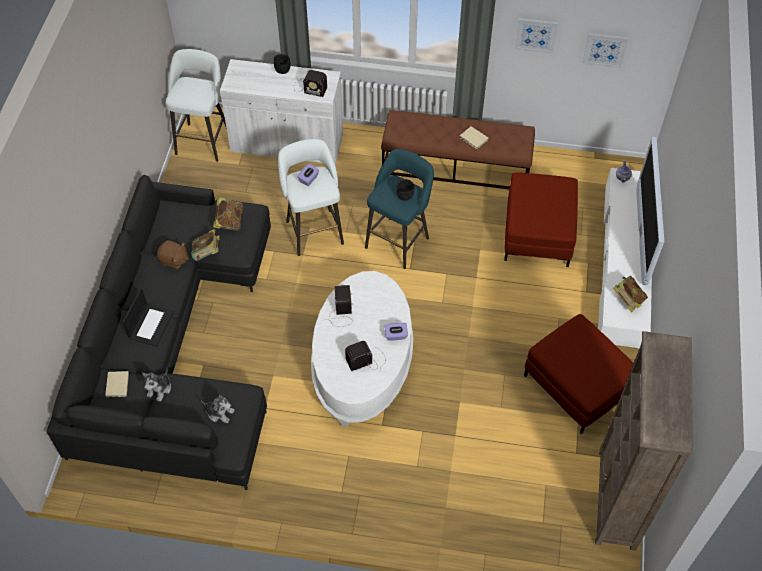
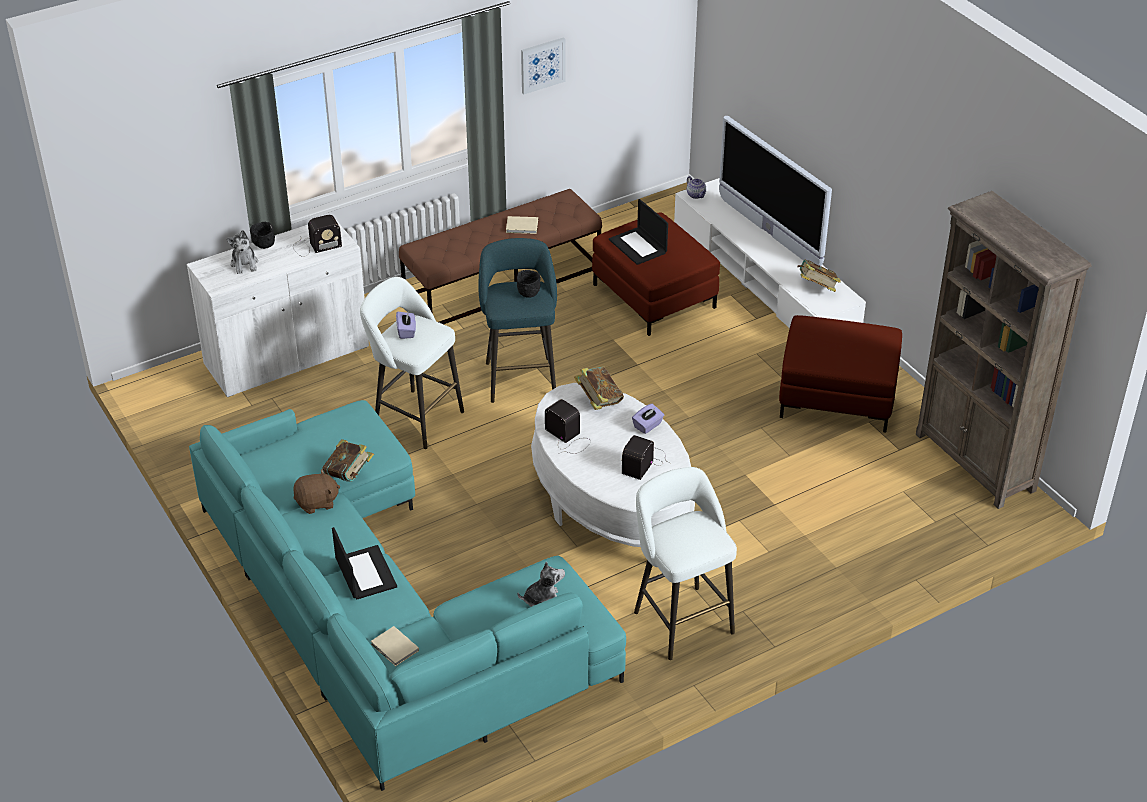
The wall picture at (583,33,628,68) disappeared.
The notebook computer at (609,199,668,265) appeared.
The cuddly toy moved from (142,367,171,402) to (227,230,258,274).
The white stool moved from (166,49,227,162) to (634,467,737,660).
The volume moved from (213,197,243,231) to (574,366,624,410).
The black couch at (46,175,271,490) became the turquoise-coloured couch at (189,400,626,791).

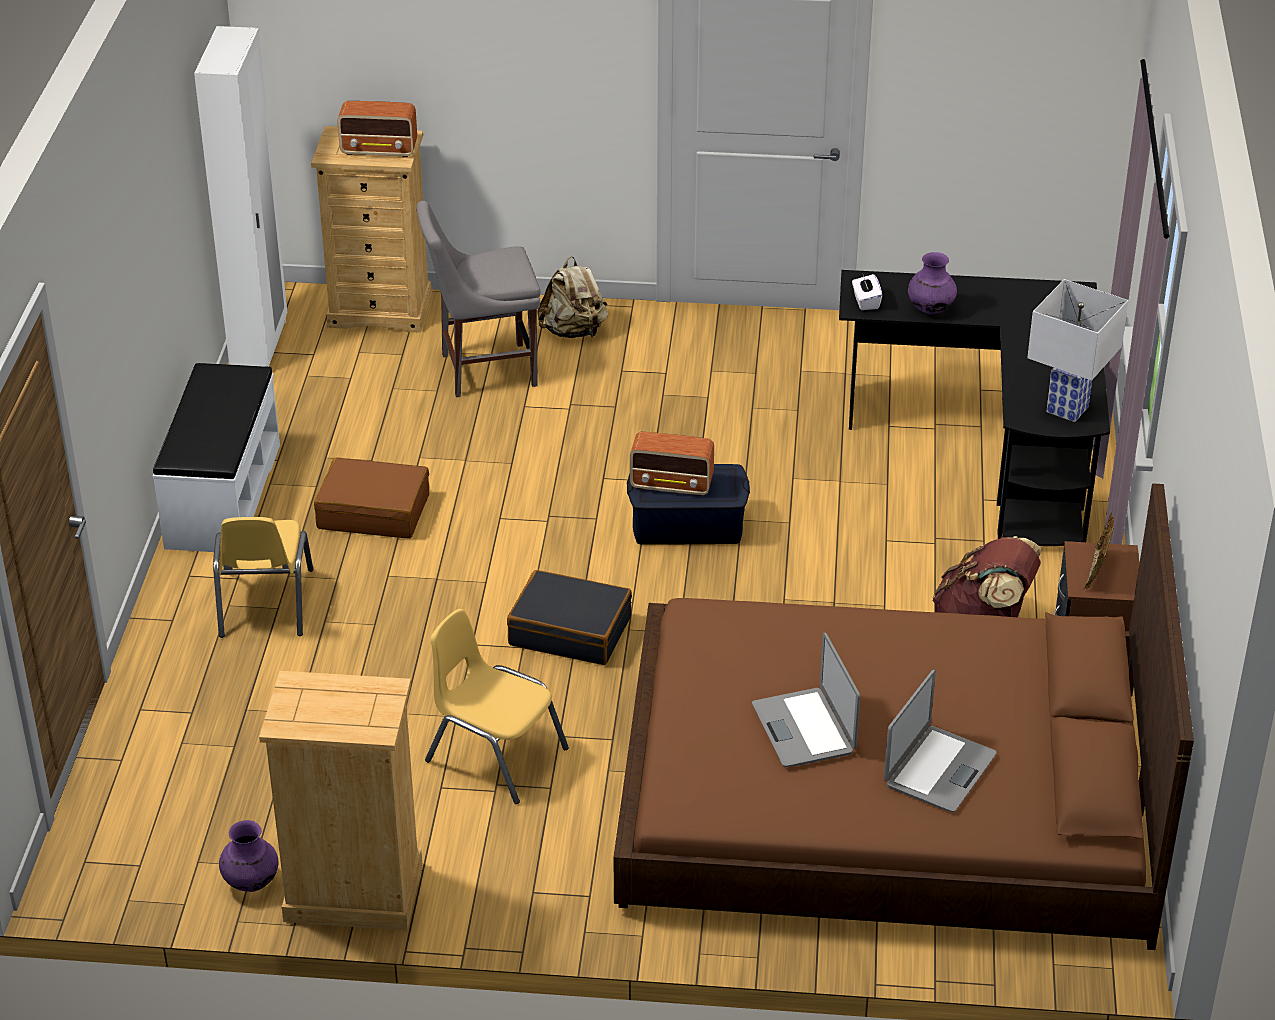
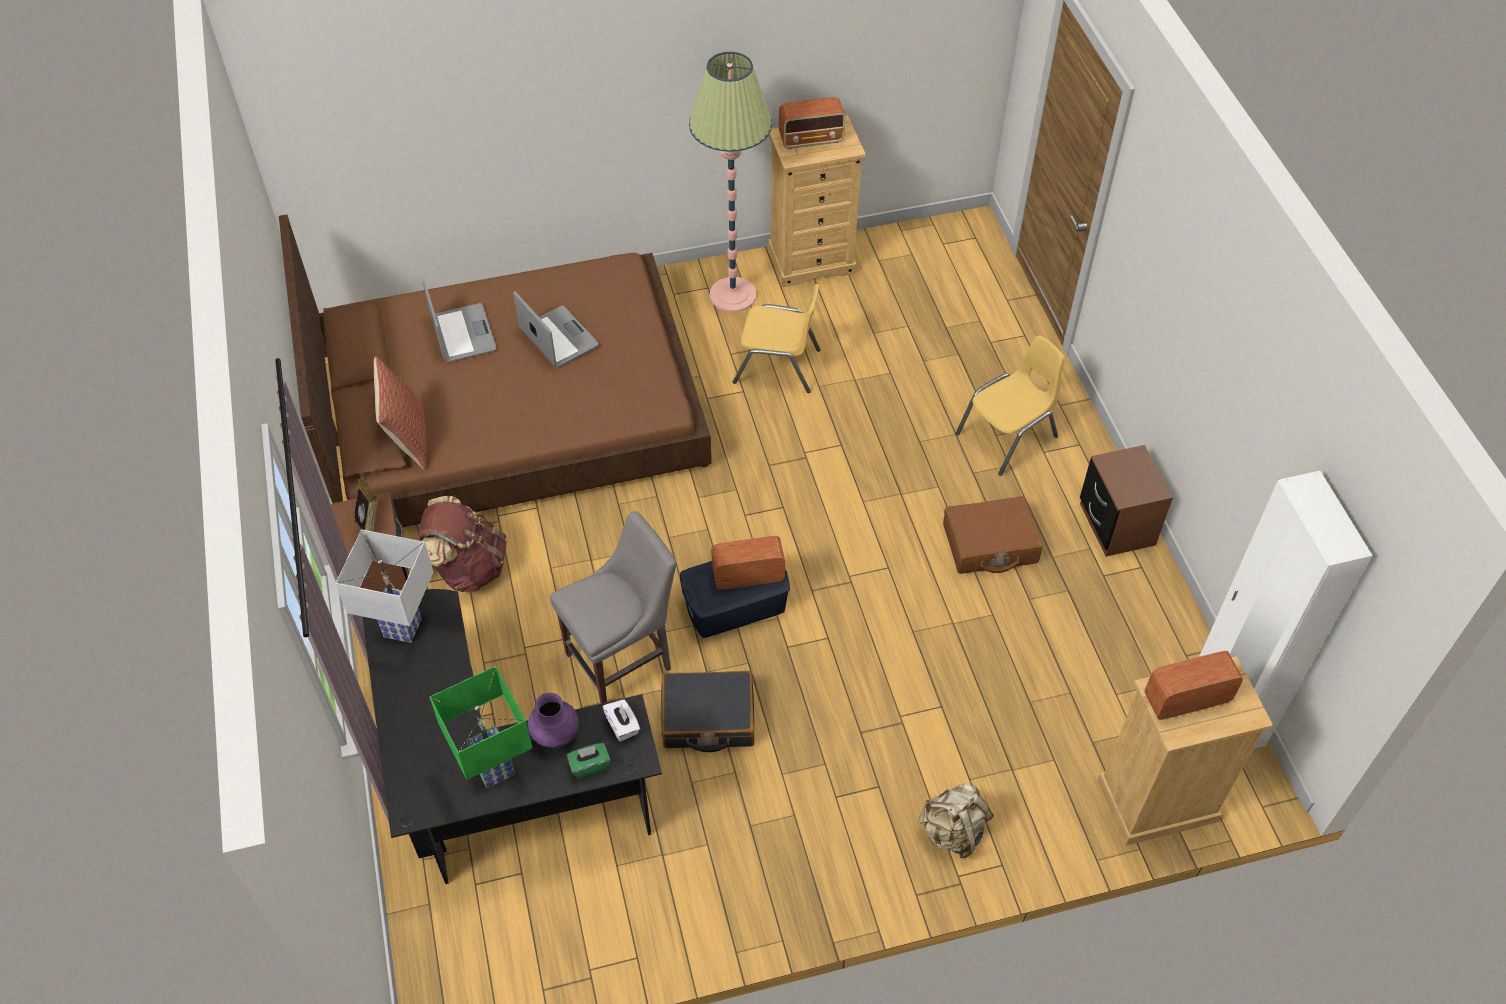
The purplish flower vase at (219,820,278,892) disappeared.
The cushion at (374,356,427,470) appeared.
The green tabletop lamp at (430,666,532,788) appeared.
The green tissue holder at (567,743,611,778) appeared.
The floor lamp at (689,52,772,312) appeared.
The radio at (779,97,845,149) appeared.
The gray plain chair moved from (417,201,540,397) to (550,511,676,704).
The black suitcase moved from (507,570,632,665) to (661,671,754,752).
The white long seat at (153,363,280,552) was replaced by the brown-coloured night table at (1080,445,1173,556).
The yellowish plain chair at (213,517,313,638) turned 75 degrees clockwise.
The notebook computer at (884,670,997,812) turned 150 degrees clockwise.

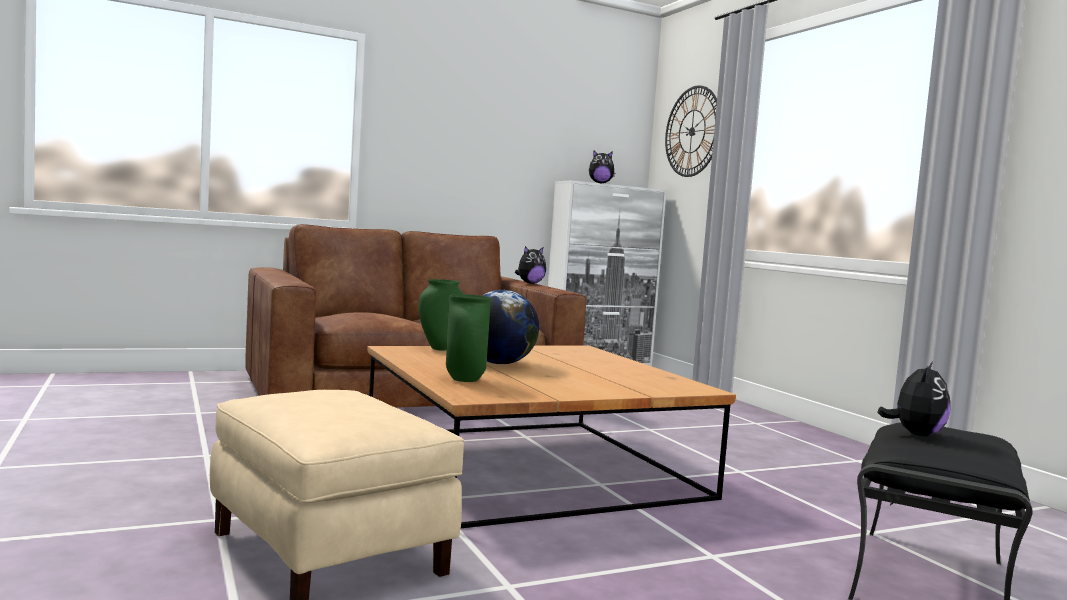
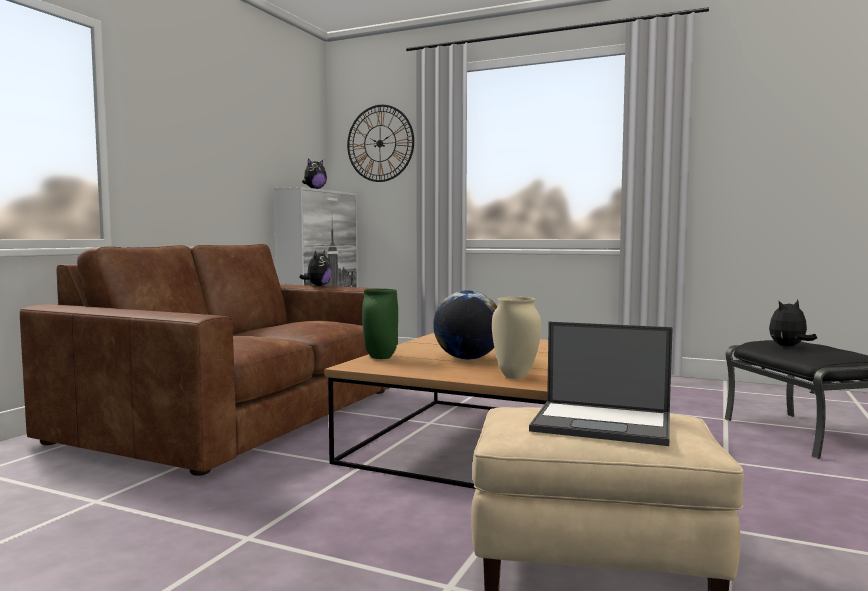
The notebook computer at (529,322,673,446) appeared.
The green flower vase at (446,294,491,382) became the beige flower vase at (492,297,541,379).
The cuddly toy at (877,361,950,436) turned 105 degrees counterclockwise.

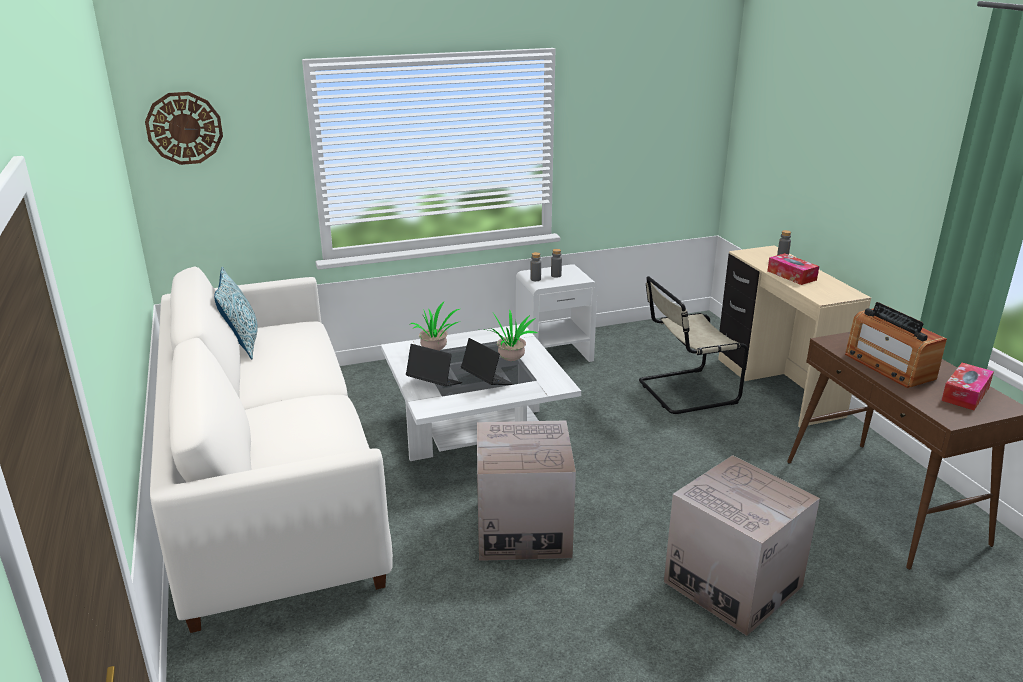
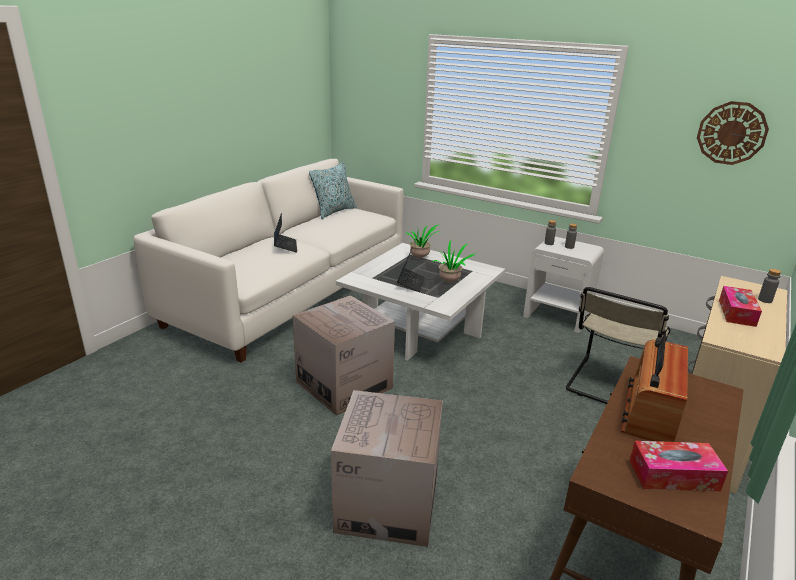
The hanging clock moved from (145,92,223,165) to (697,101,769,165).
The notebook computer moved from (406,344,462,387) to (274,213,297,253).
The beige plain chair at (639,276,748,414) turned 90 degrees counterclockwise.

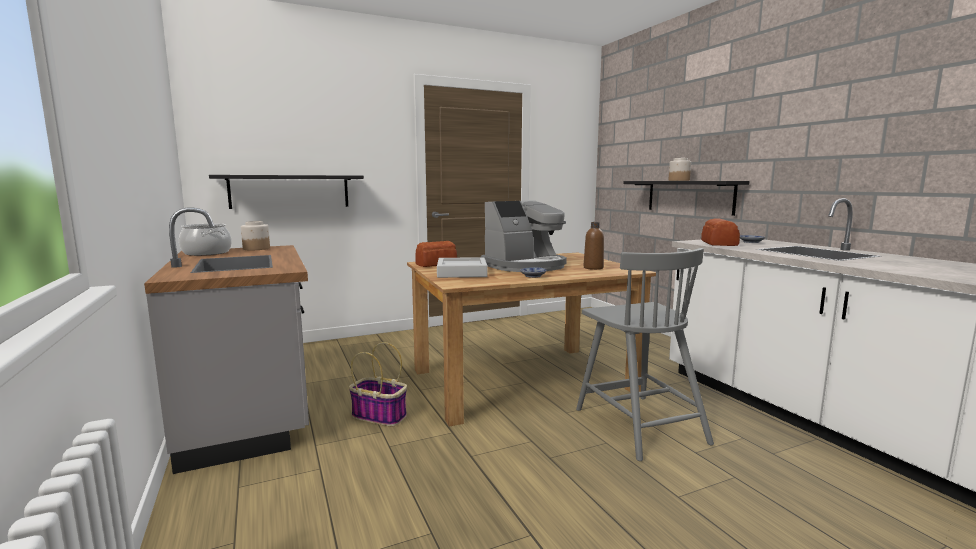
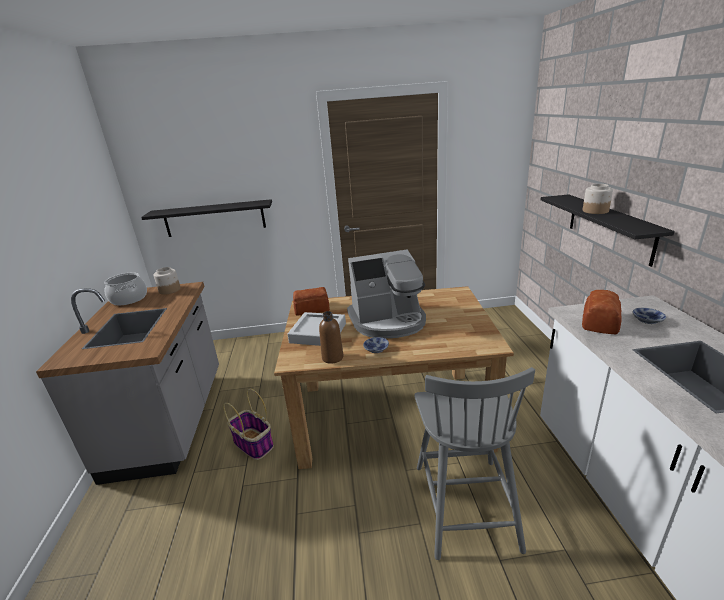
The brown-coloured bottle moved from (584,222,604,270) to (319,311,343,364).

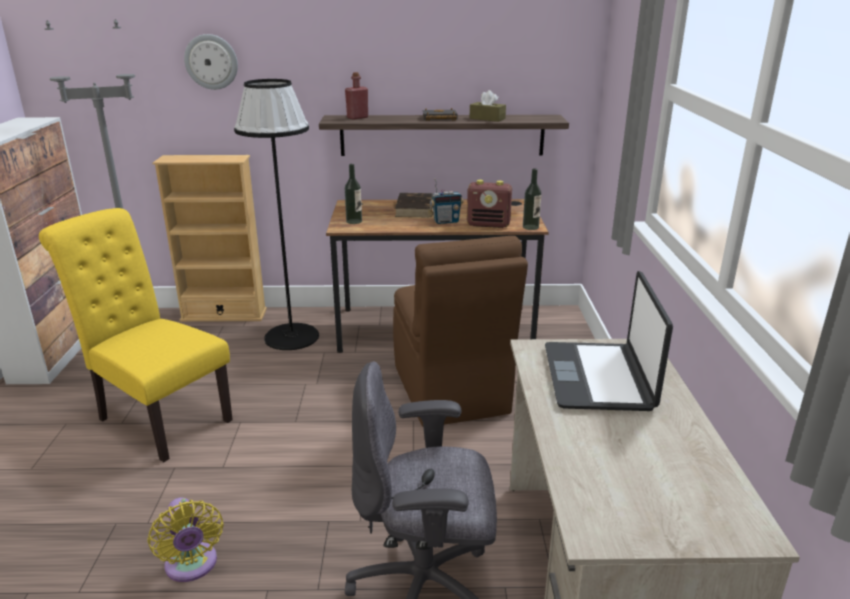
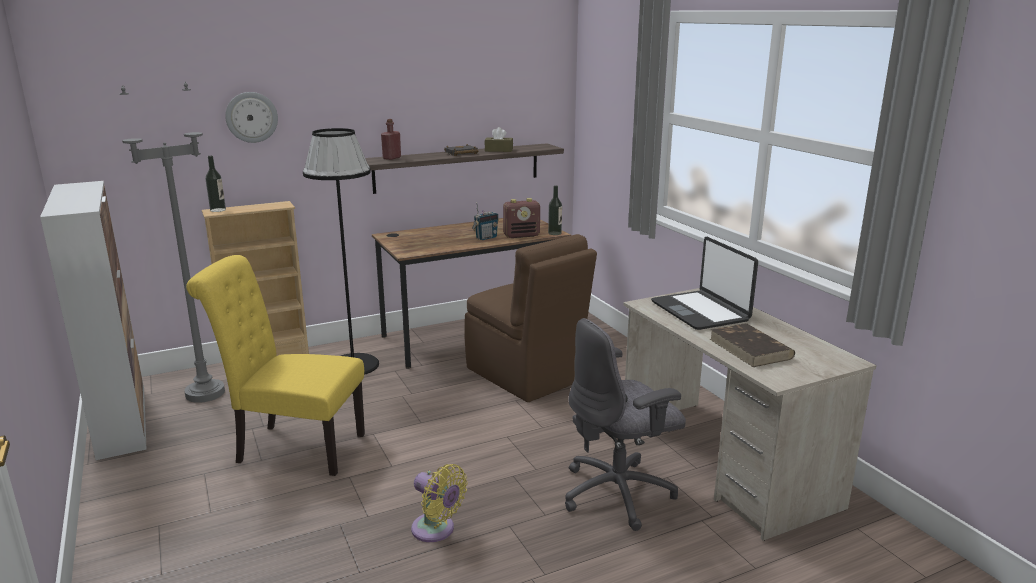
The bottle moved from (345,164,362,224) to (206,156,226,212).
The brown-coloured volume moved from (395,193,433,217) to (710,323,795,367).

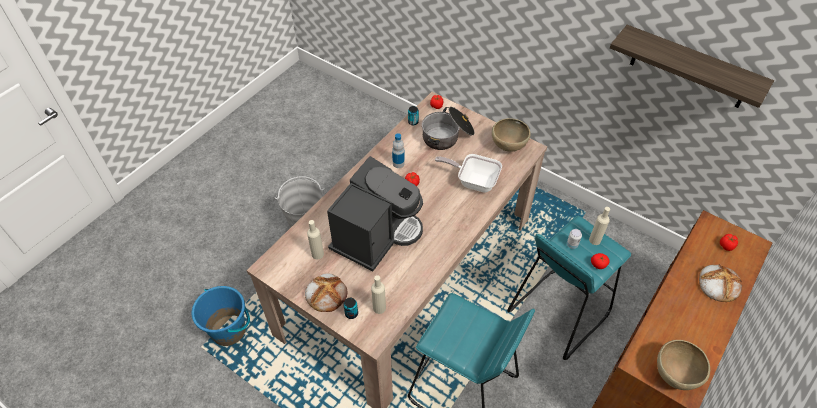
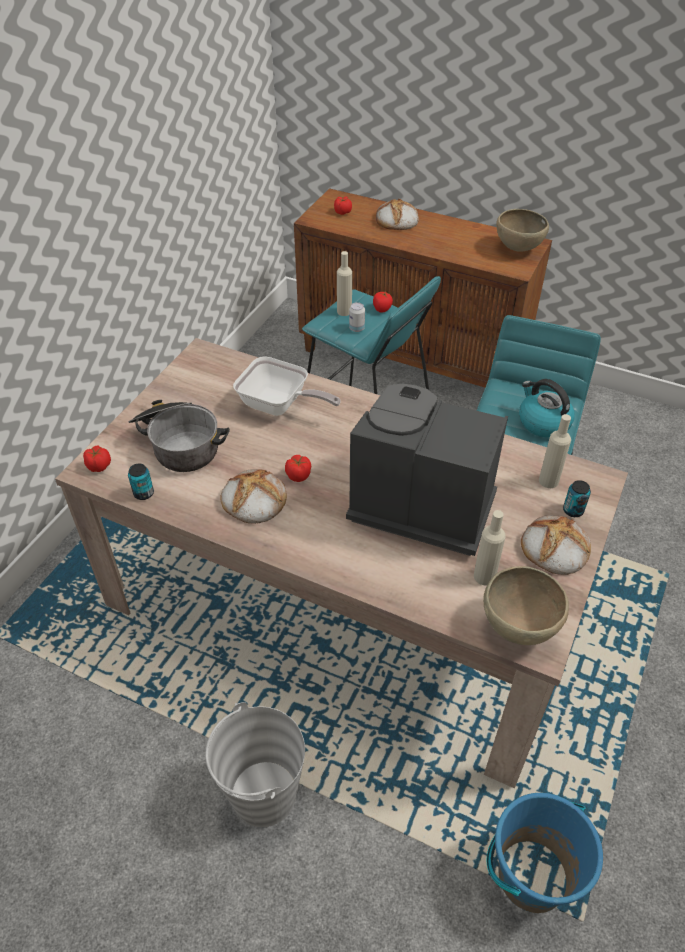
The wall shelf at (610,25,774,108) disappeared.
The water kettle at (519,379,575,437) appeared.
The brown-coloured serving bowl moved from (492,118,531,152) to (483,566,569,645).
The bottle at (392,133,405,168) was replaced by the baked bread at (220,469,287,524).
The frying pan at (435,154,502,193) turned 75 degrees counterclockwise.

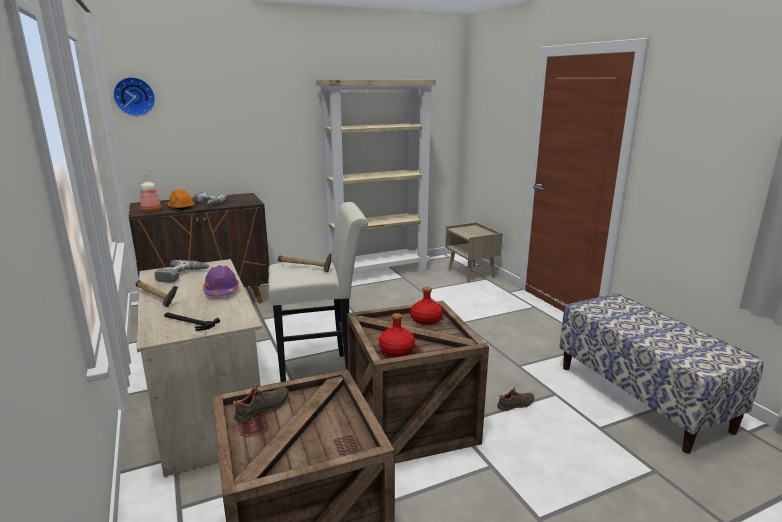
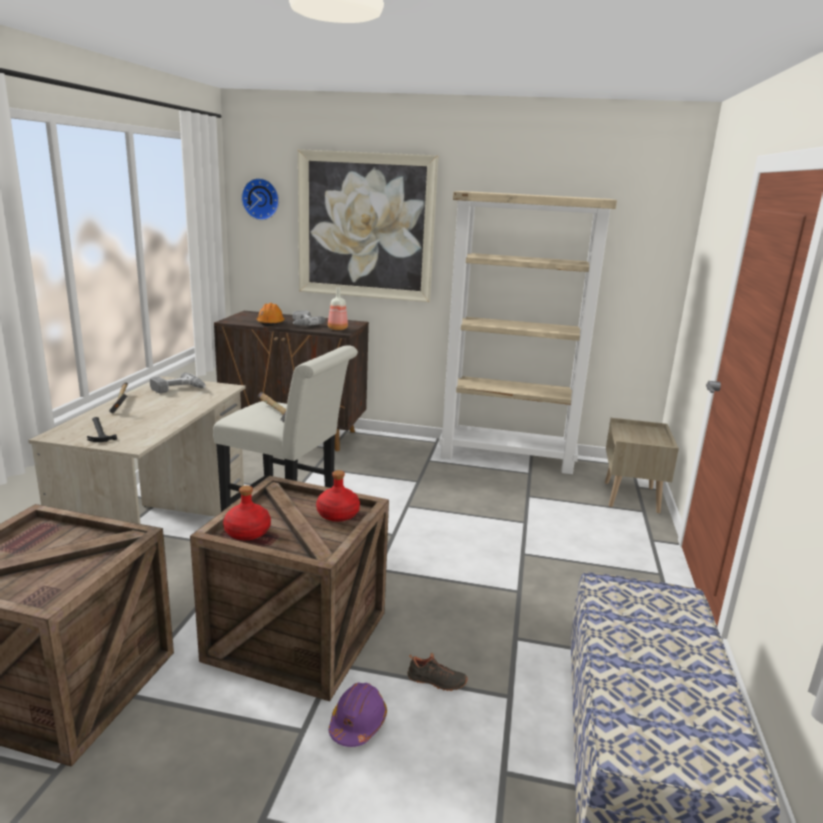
The black low shoe at (233,384,289,423) disappeared.
The wall picture at (298,149,438,302) appeared.
The bottle moved from (140,173,161,212) to (328,287,348,330).
The purplish safety helmet moved from (203,265,239,296) to (329,682,387,747).

